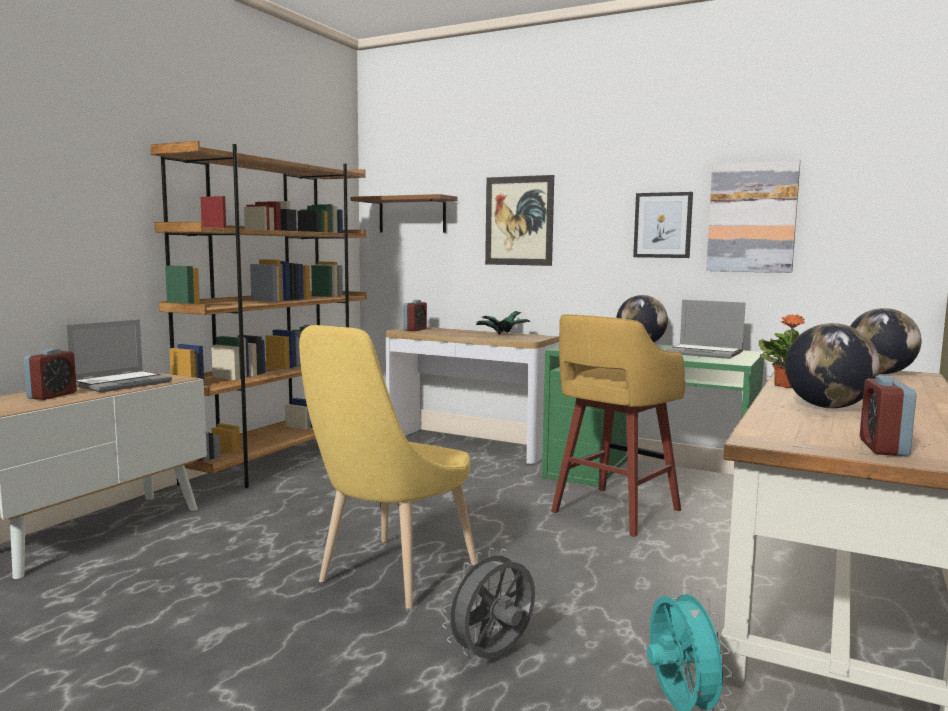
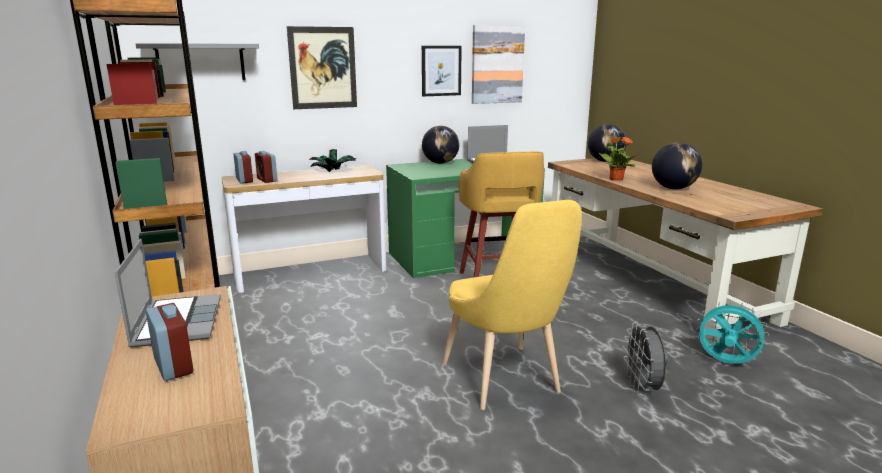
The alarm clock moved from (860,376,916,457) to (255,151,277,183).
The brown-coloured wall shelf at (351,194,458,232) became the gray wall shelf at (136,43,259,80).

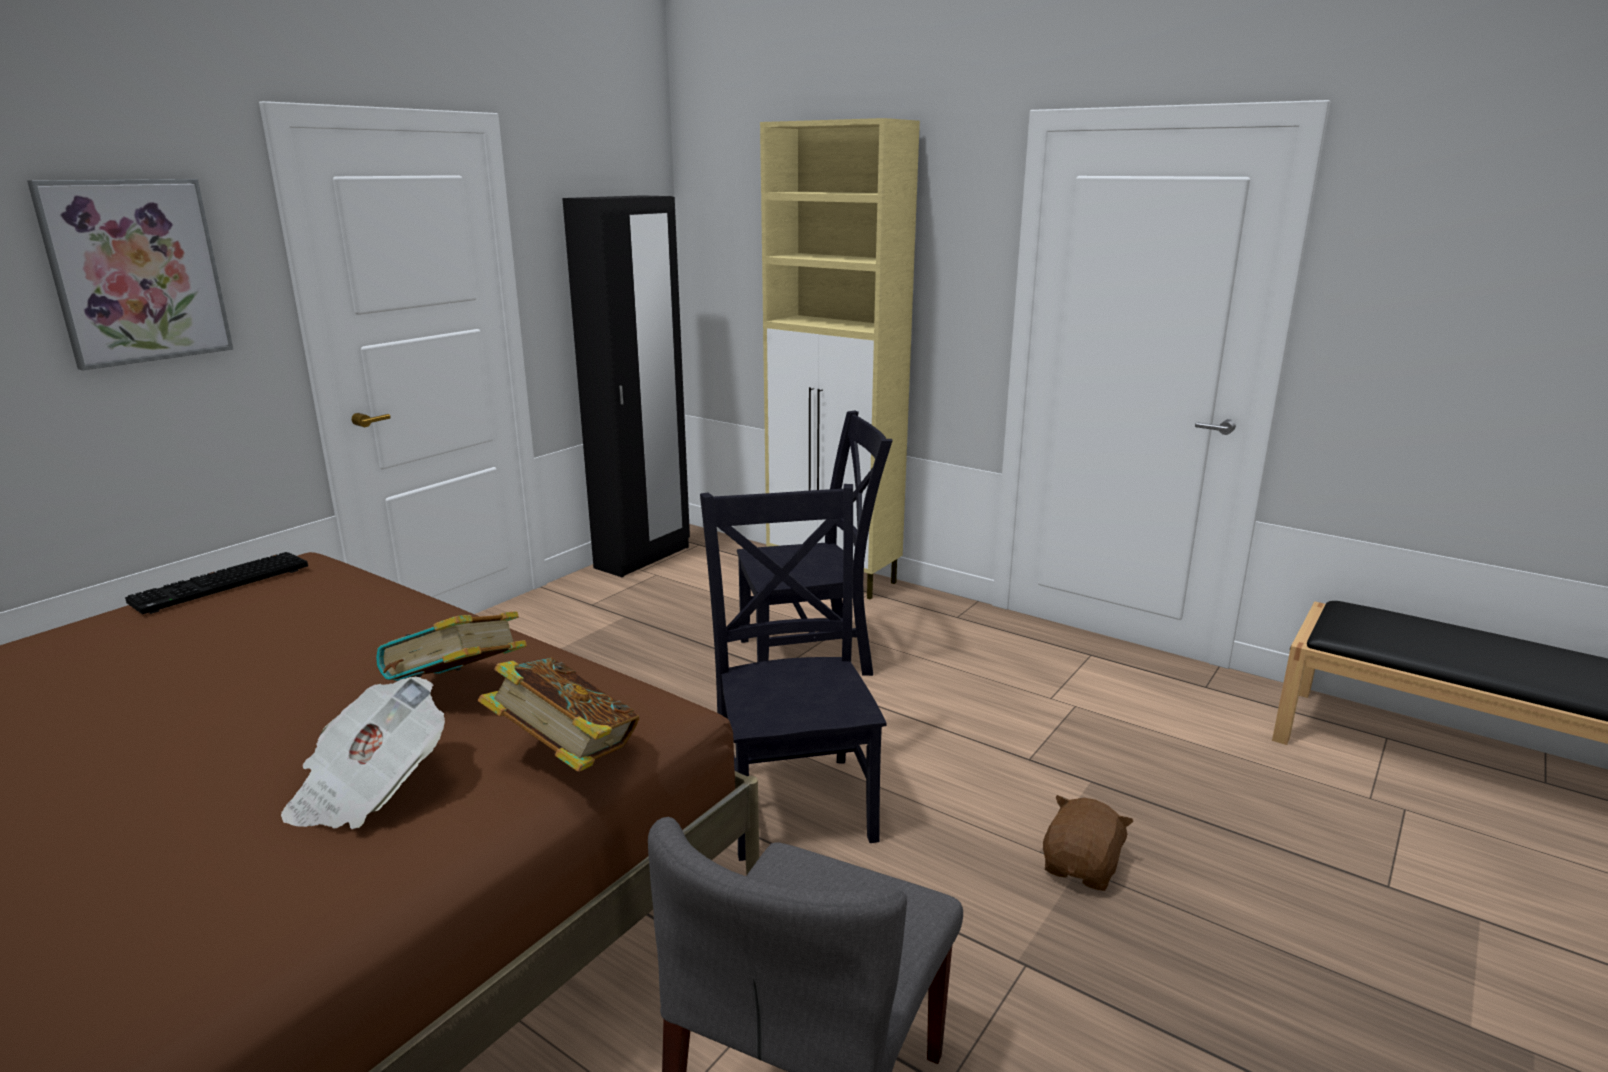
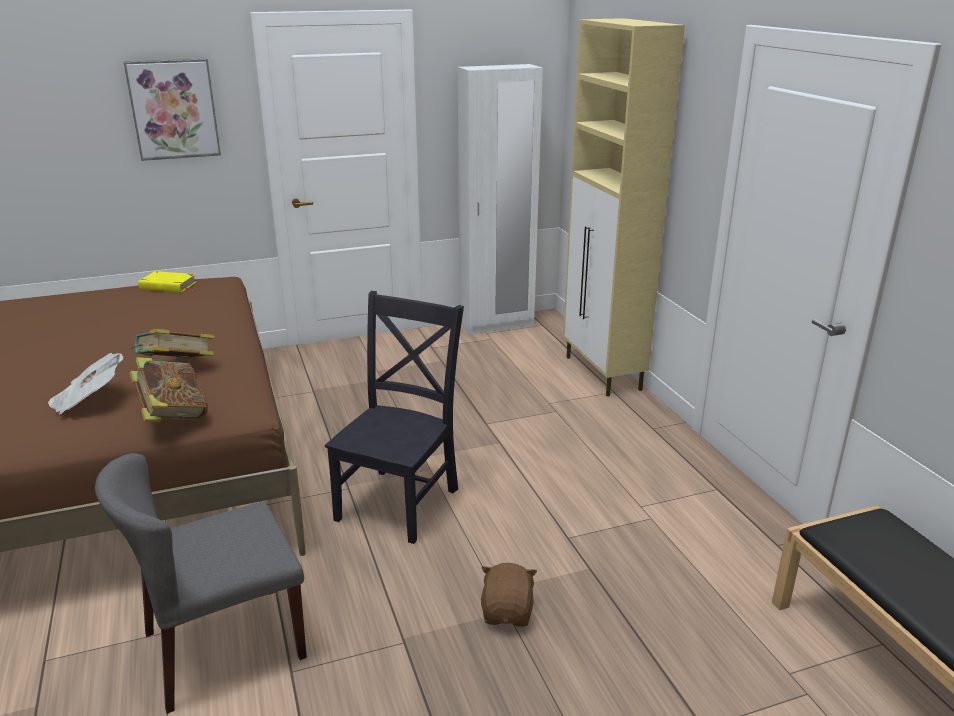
The black plain chair at (737,411,892,676) disappeared.
The keyboard at (125,552,308,614) was replaced by the yellowish volume at (138,271,196,292).
The black clothes cupboard at (562,195,690,577) became the white clothes cupboard at (458,64,543,335).
The brown-coloured cuddly toy at (1043,795,1134,891) turned 60 degrees counterclockwise.

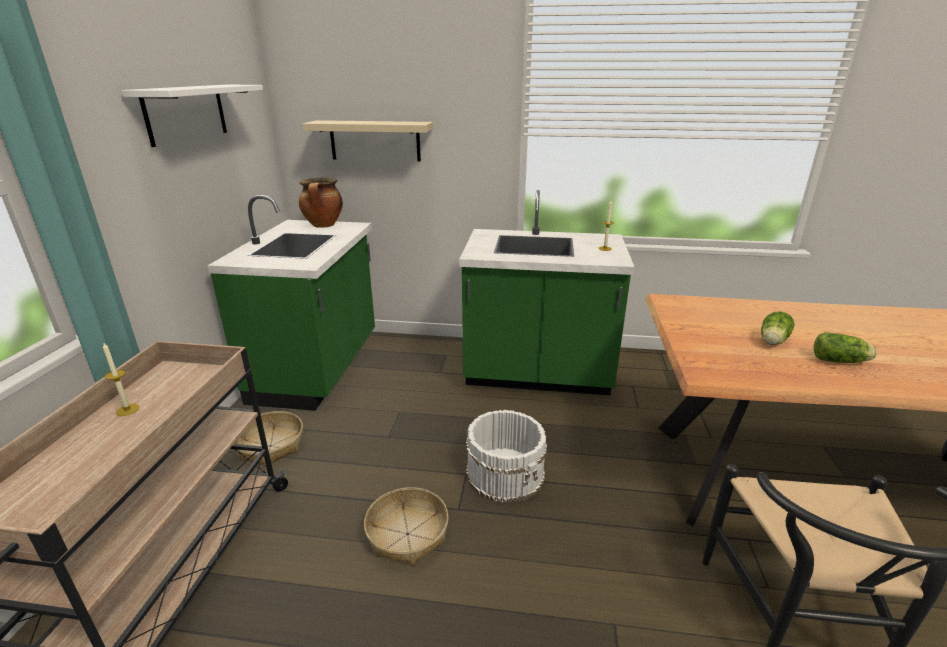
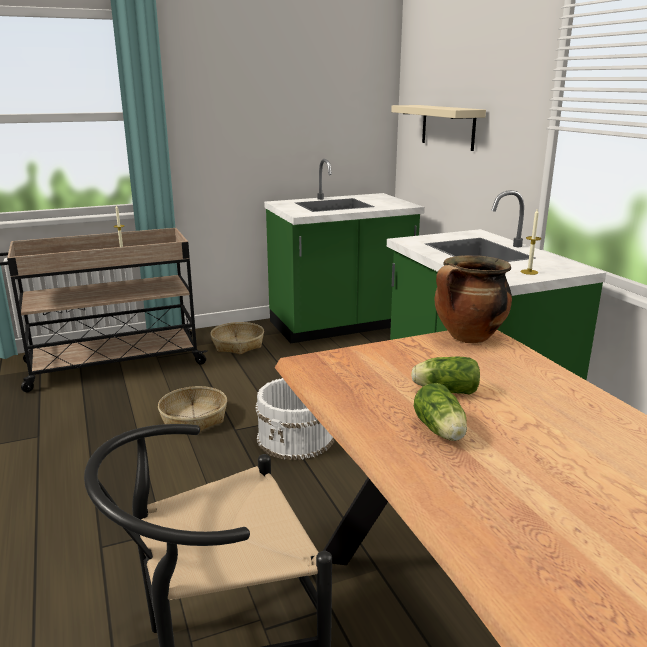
The white wall shelf at (122,85,263,147) disappeared.
The saucepot moved from (299,177,343,228) to (435,255,512,343).

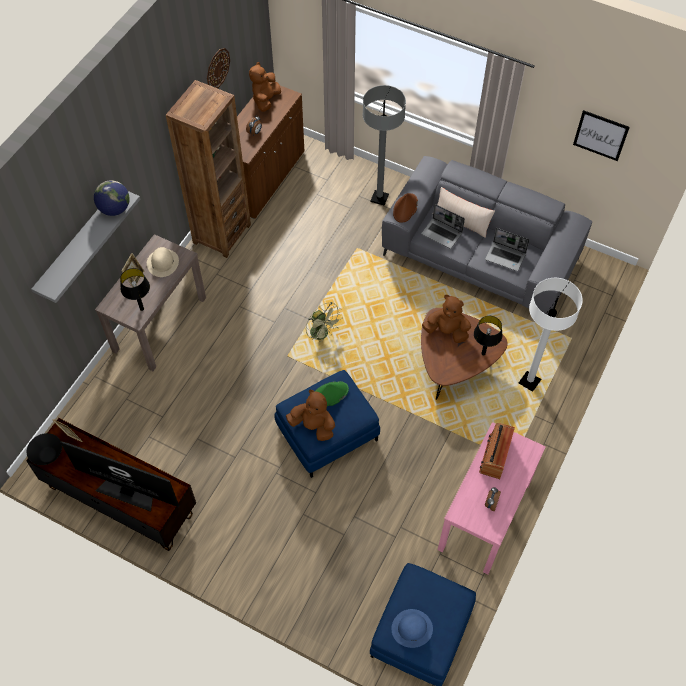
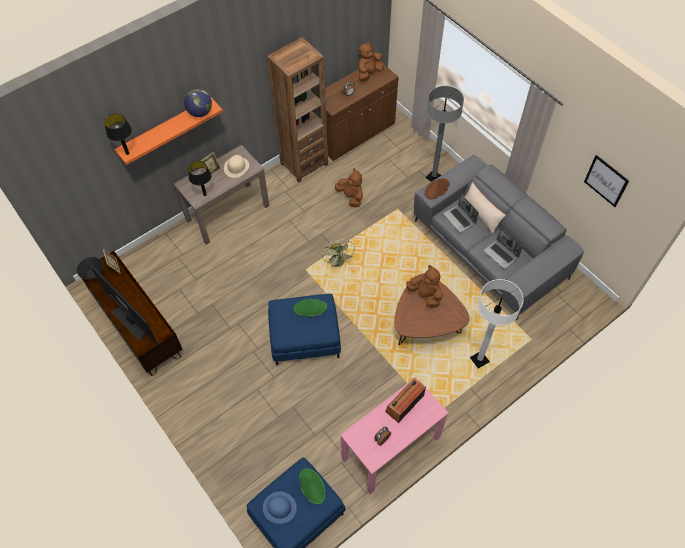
The hanging clock at (207,48,230,89) disappeared.
The green clothing hat at (299,468,326,505) appeared.
The brown-coloured cuddly toy moved from (286,389,335,441) to (335,169,363,207).
The black tabletop lamp moved from (474,316,503,356) to (105,113,132,155).
The gray wall shelf at (31,191,140,303) became the orange-coloured wall shelf at (114,98,223,165).

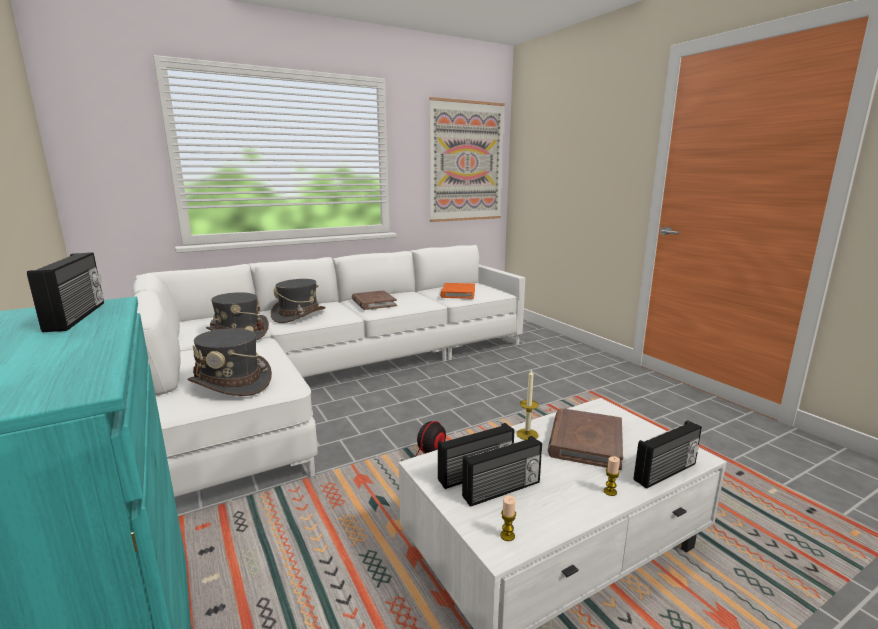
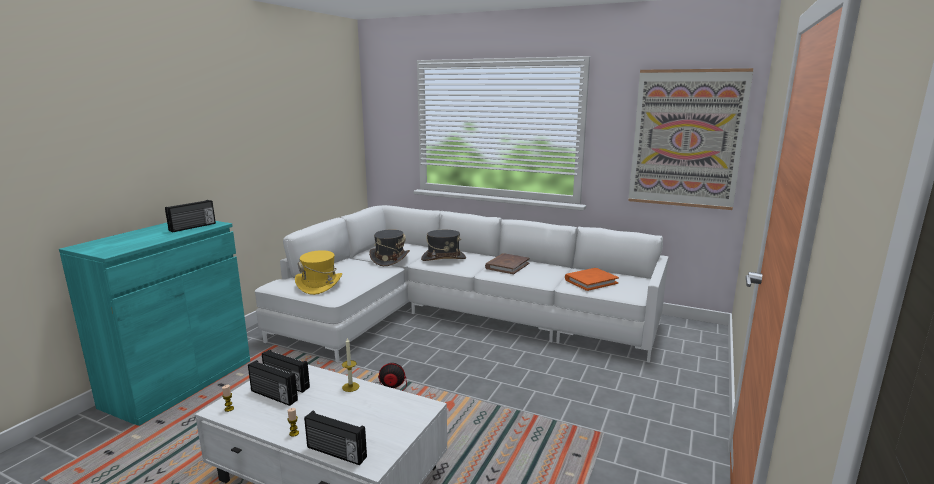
The brown-coloured volume at (548,408,623,470) disappeared.
The gray clothing hat at (187,328,272,396) became the yellowish clothing hat at (295,250,342,295).

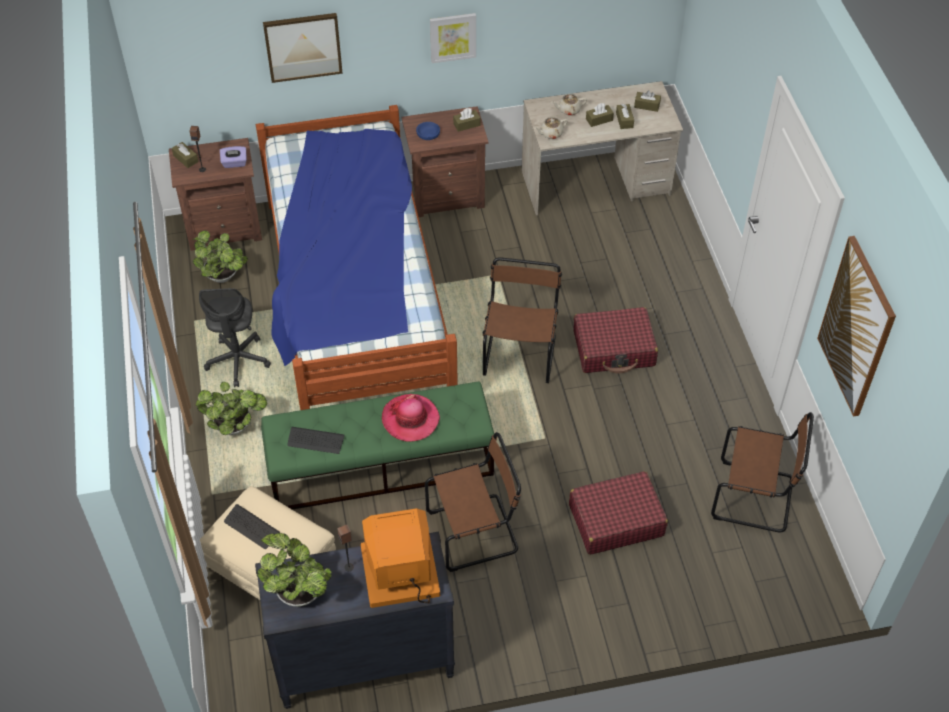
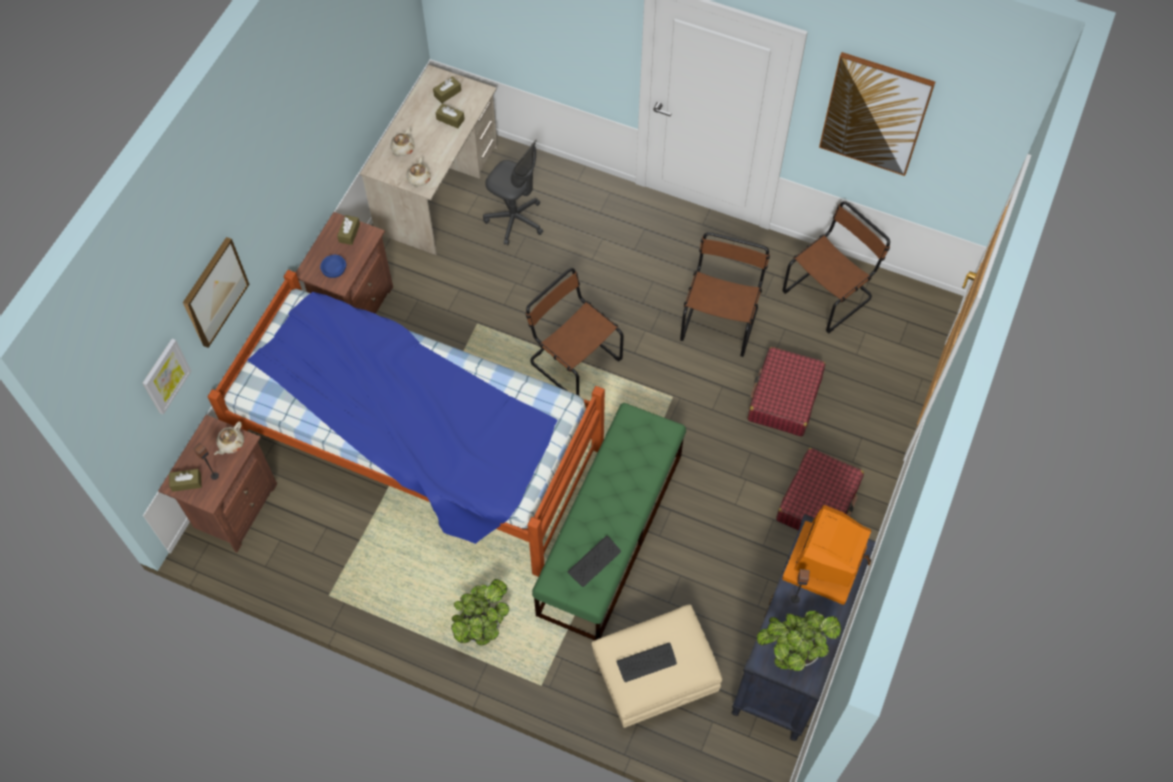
The houseplant at (193,230,248,283) disappeared.
The clothing hat at (382,394,440,442) disappeared.
The brown-coloured tissue holder at (586,103,614,127) disappeared.
The gray desk chair moved from (199,288,271,387) to (483,140,543,245).
The brown-coloured plain chair moved from (425,432,521,572) to (680,232,770,357).
The wall picture moved from (430,13,476,63) to (143,339,191,415).
The reddish suitcase moved from (574,307,658,373) to (776,448,864,531).
The purplish tissue holder at (220,146,247,168) was replaced by the beige tea pot at (214,422,244,455).

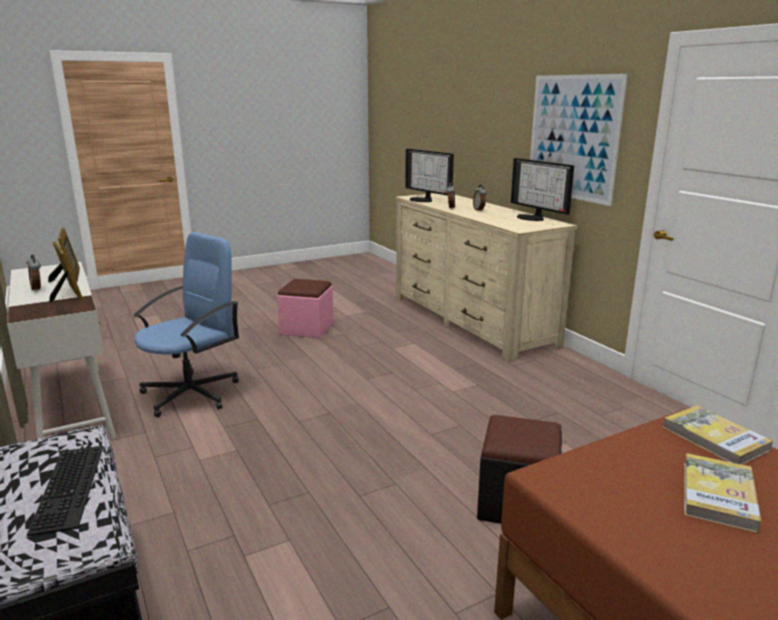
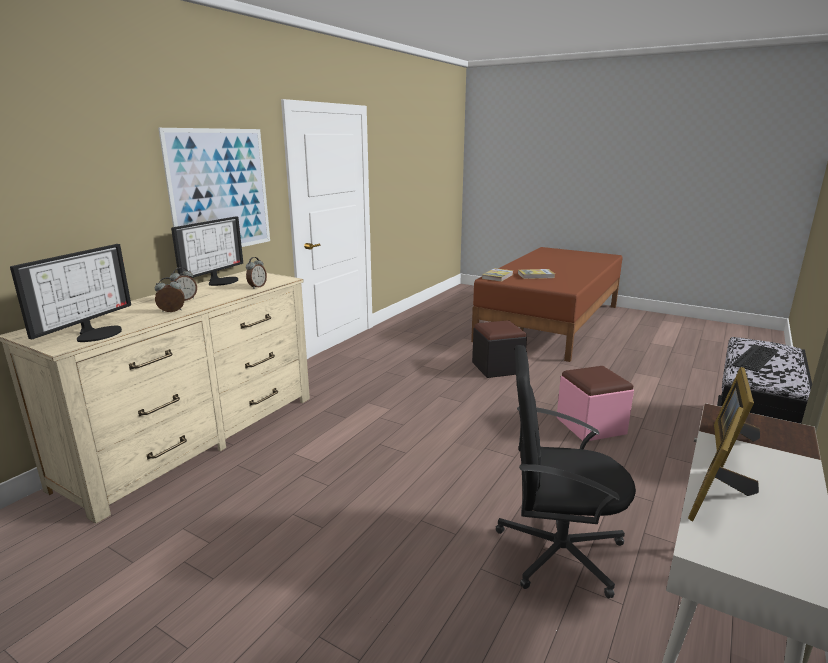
The alarm clock moved from (26,255,41,292) to (246,257,267,289).
The pink ottoman moved from (277,279,334,338) to (556,366,634,441).
The blue-coloured desk chair at (133,232,239,417) became the black desk chair at (496,345,636,598).

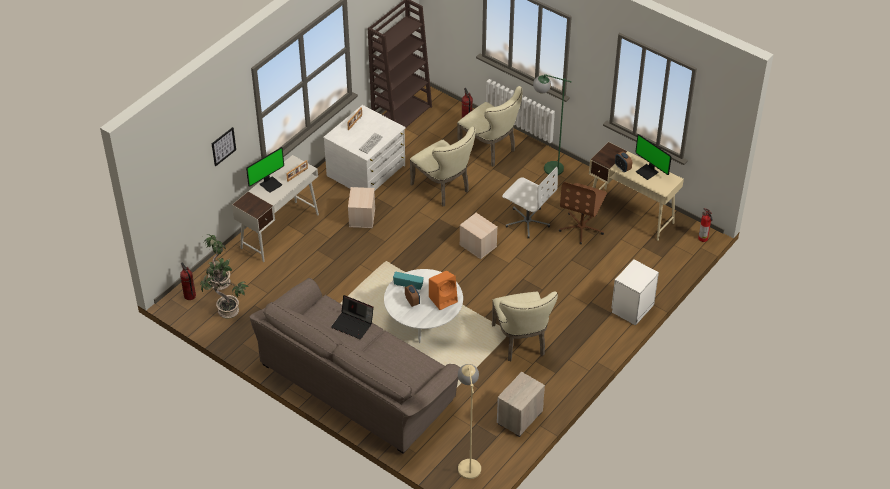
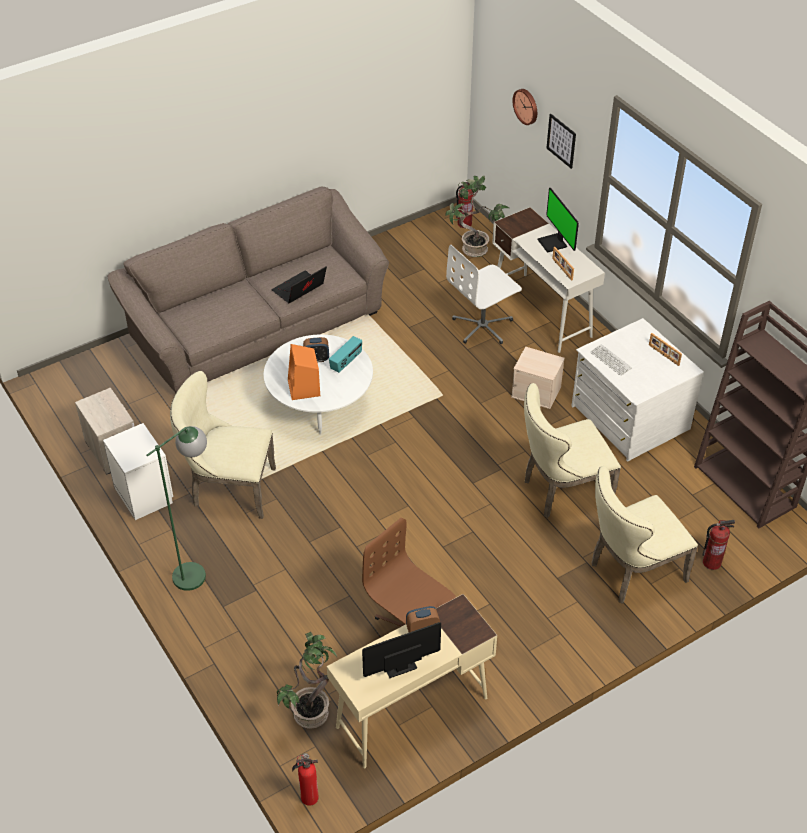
The beige floor lamp at (458,364,481,479) disappeared.
The beige storage container at (459,213,498,259) disappeared.
The hanging clock at (512,89,537,125) appeared.
The houseplant moved from (200,258,249,319) to (277,632,337,729).
The white desk chair moved from (502,167,558,238) to (446,245,522,344).
The green floor lamp moved from (533,74,572,176) to (146,426,207,591).
The white night table moved from (611,259,659,326) to (103,423,173,520).

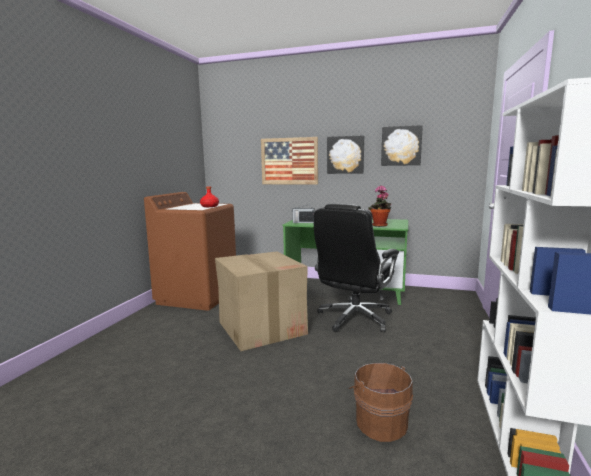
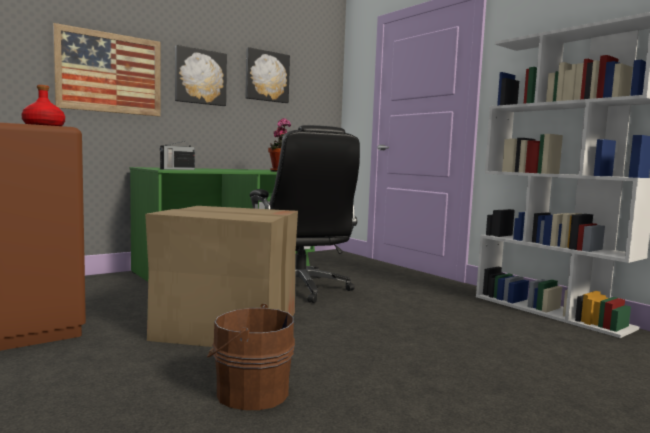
The brown-coloured water bucket moved from (349,363,413,442) to (207,304,295,410).

